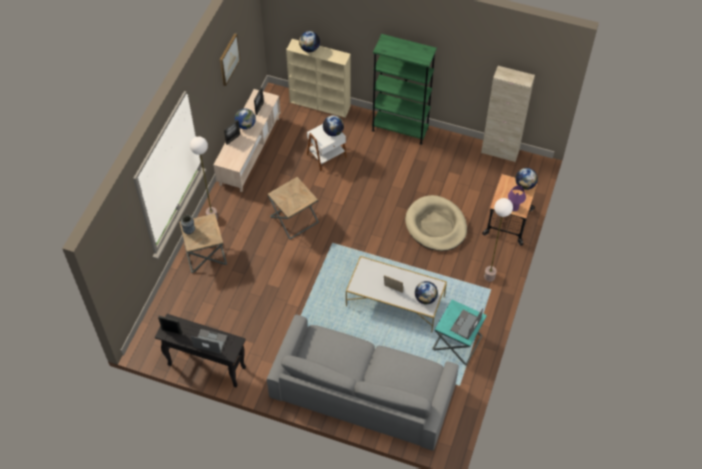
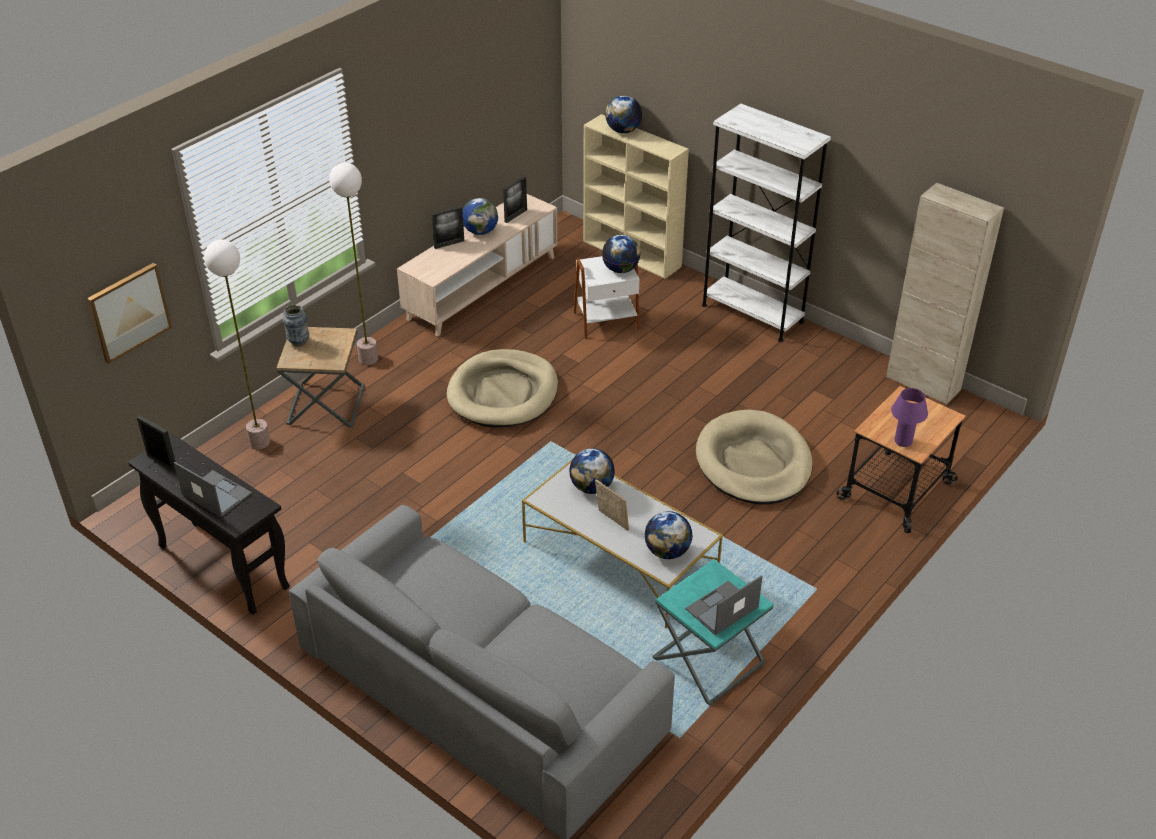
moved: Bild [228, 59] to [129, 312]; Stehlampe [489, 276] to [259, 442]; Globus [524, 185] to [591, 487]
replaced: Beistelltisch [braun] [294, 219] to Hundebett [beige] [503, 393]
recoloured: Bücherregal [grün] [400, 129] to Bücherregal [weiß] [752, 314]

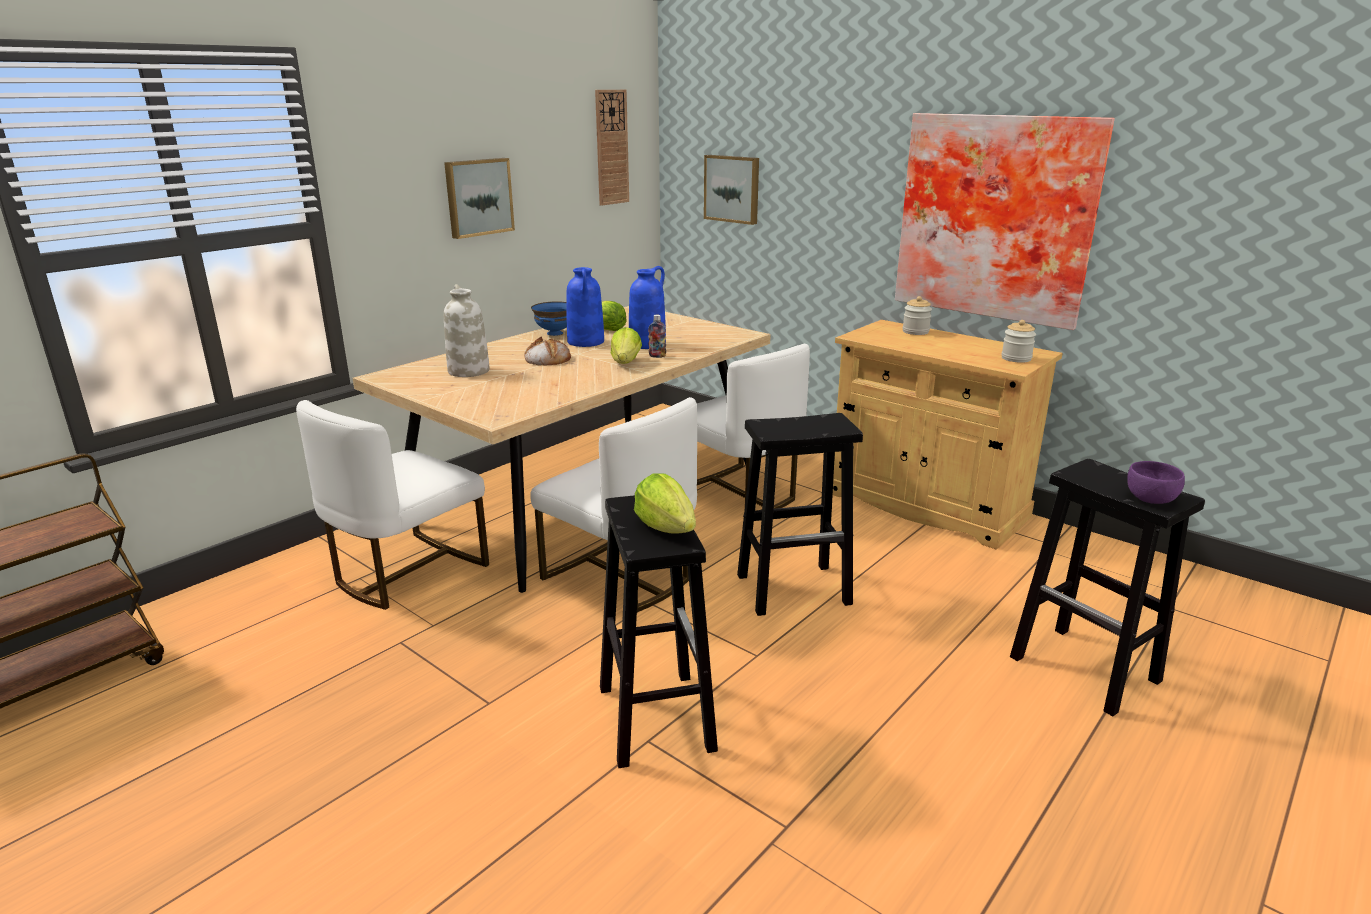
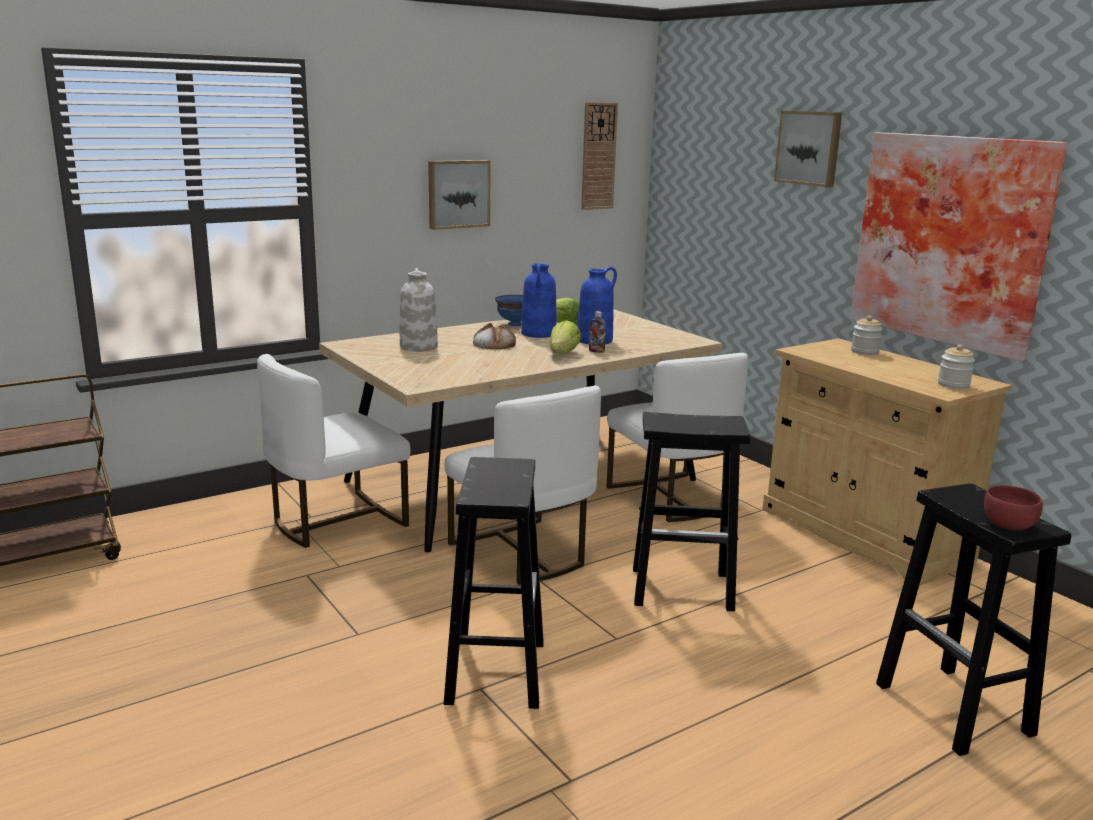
removed: Salatkopf [666, 527]
moved: Bild [732, 189] to [809, 148]
recoloured: Schüssel [lila] [1151, 498] to Schüssel [rot] [1009, 525]

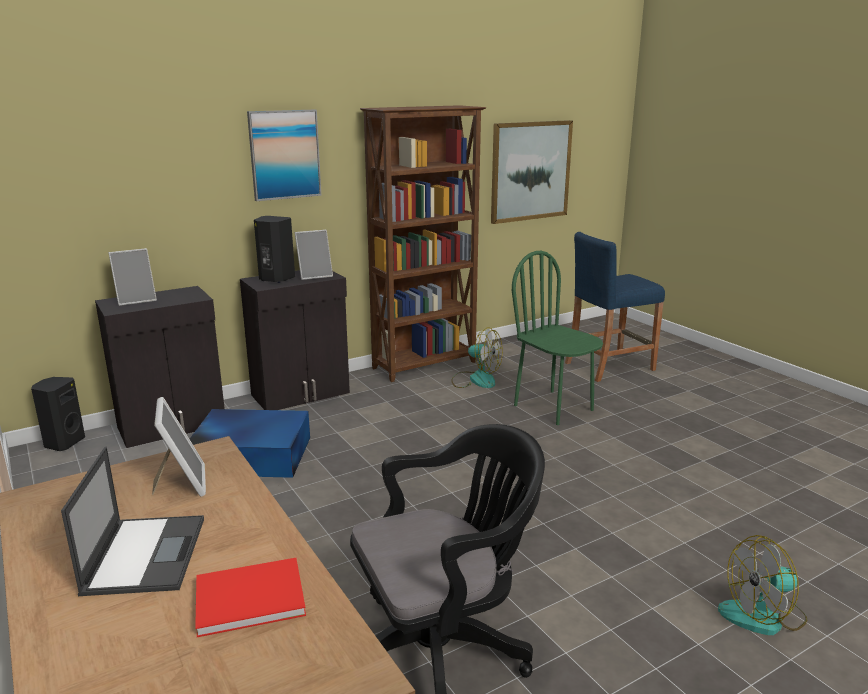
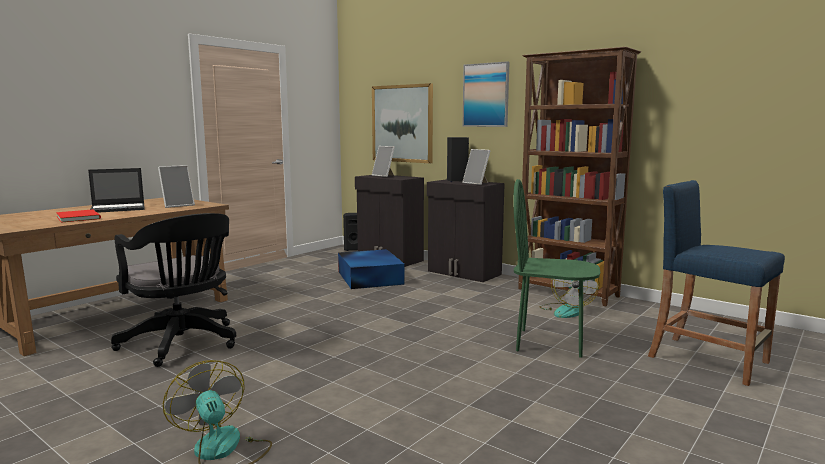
moved: Bild [530, 171] to [402, 123]
turned: Stuhl [grün] [554, 407] = [550, 343] 105 degrees counterclockwise

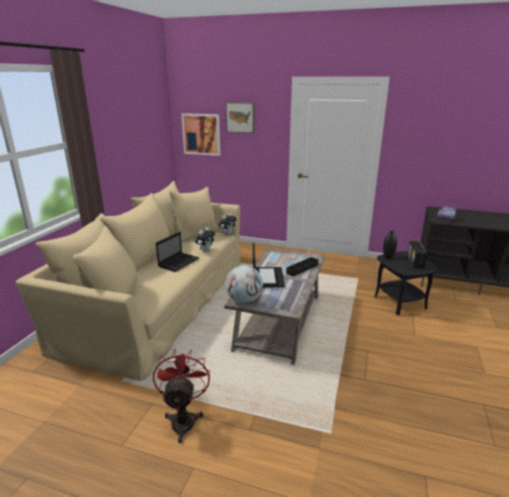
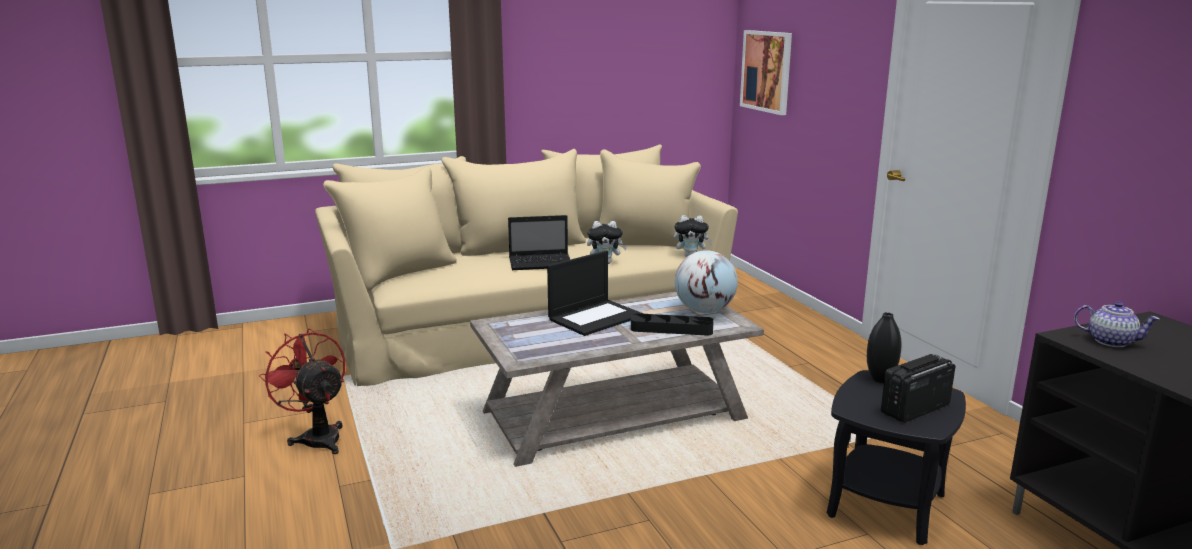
removed: Bild [240, 117]
moved: Globus [244, 300] to [704, 311]
turned: Ventilator [rot] [184, 418] = [317, 437] 90 degrees counterclockwise

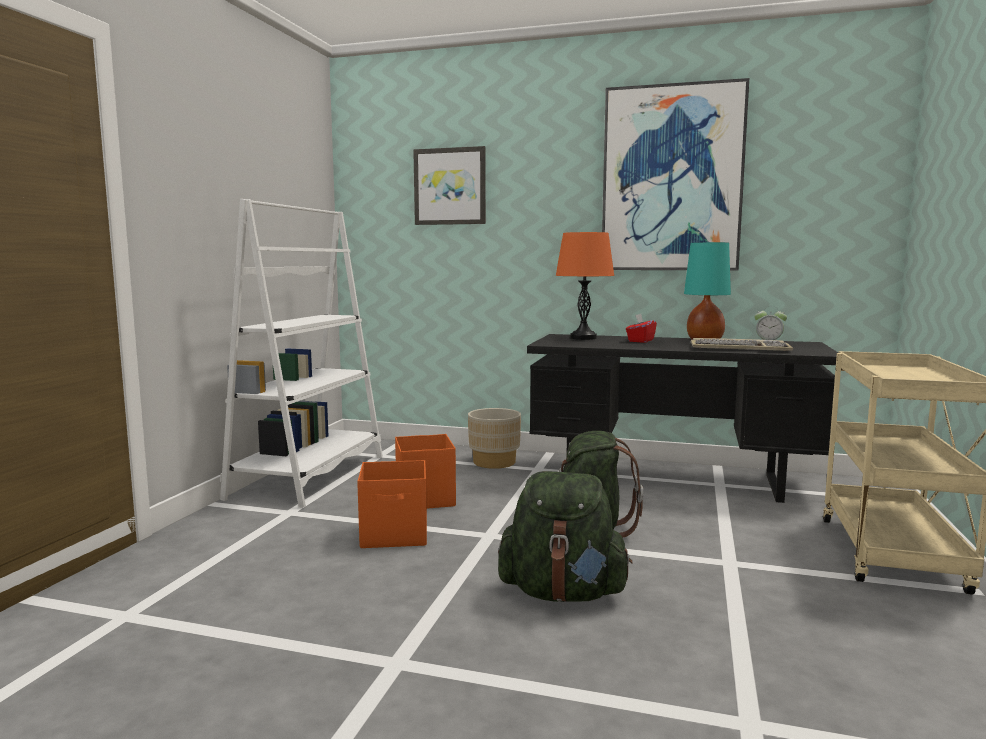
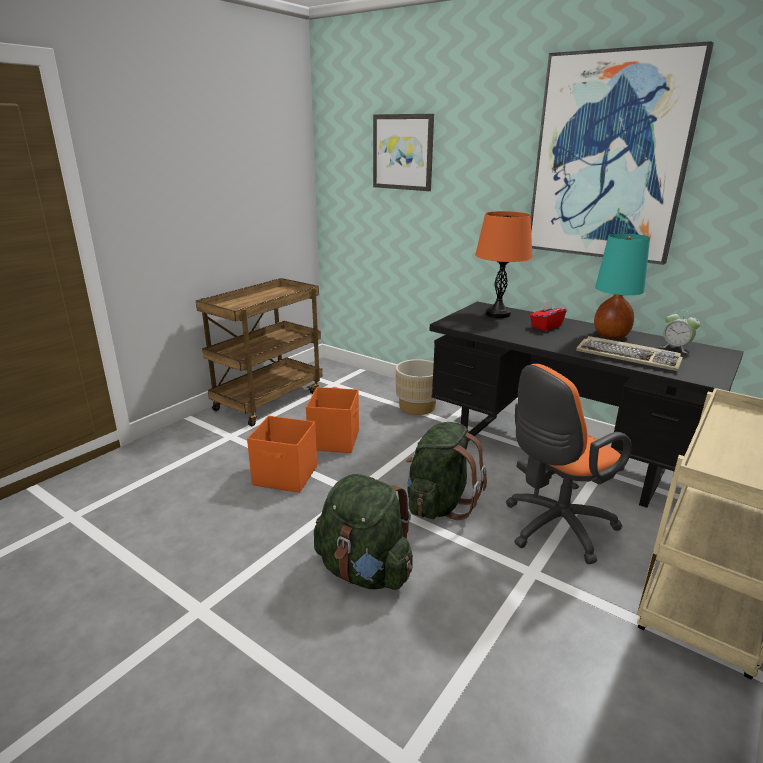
added: Bürostuhl [orange] [554, 528]
replaced: Bücherregal [weiß] [310, 477] to Rollwagen [braun] [268, 400]

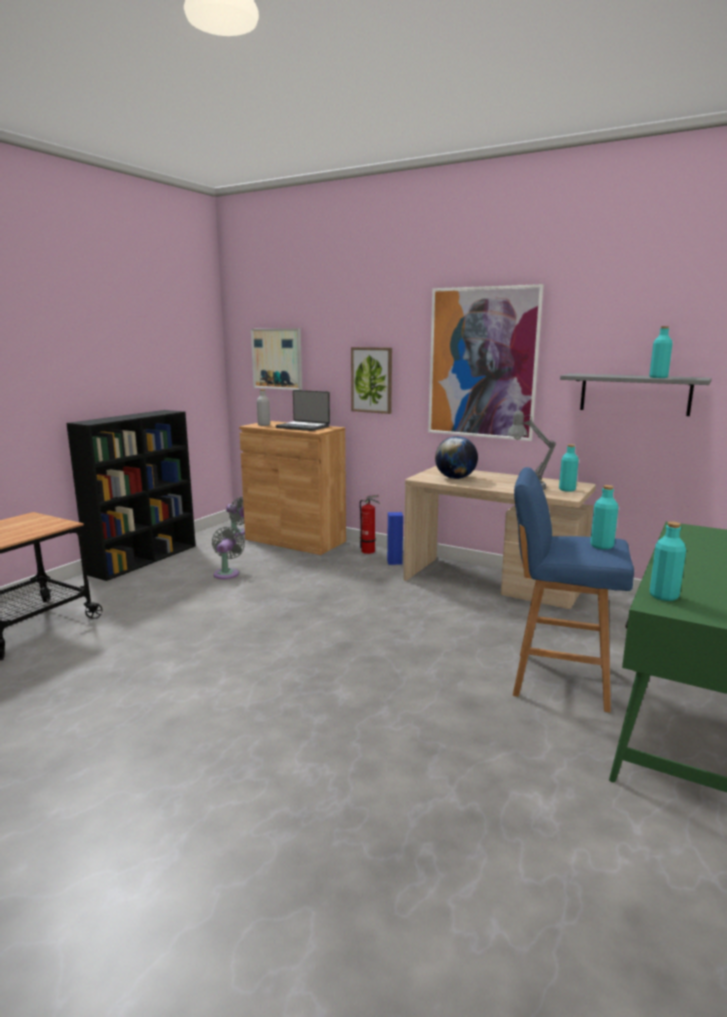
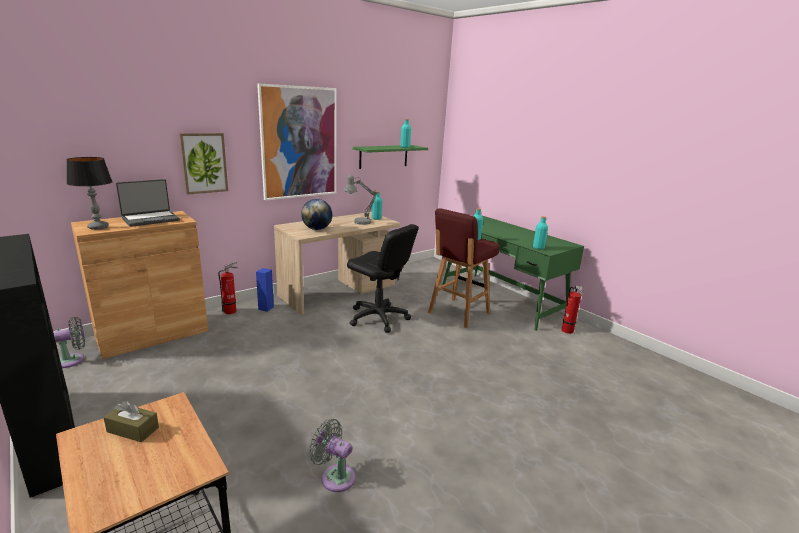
removed: Bild [277, 359]
added: Taschentuchbox [braun] [133, 430]; Bürostuhl [schwarz] [378, 318]; Feuerlöscher [568, 331]
moved: Ventilator [grau] [227, 573] to [335, 476]
replaced: Flasche [grau] [264, 425] to Tischlampe [98, 227]
recoloured: Hocker [blau] [558, 679] to Hocker [rot] [458, 313]; Wandregal [grau] [635, 394] to Wandregal [grün] [383, 156]

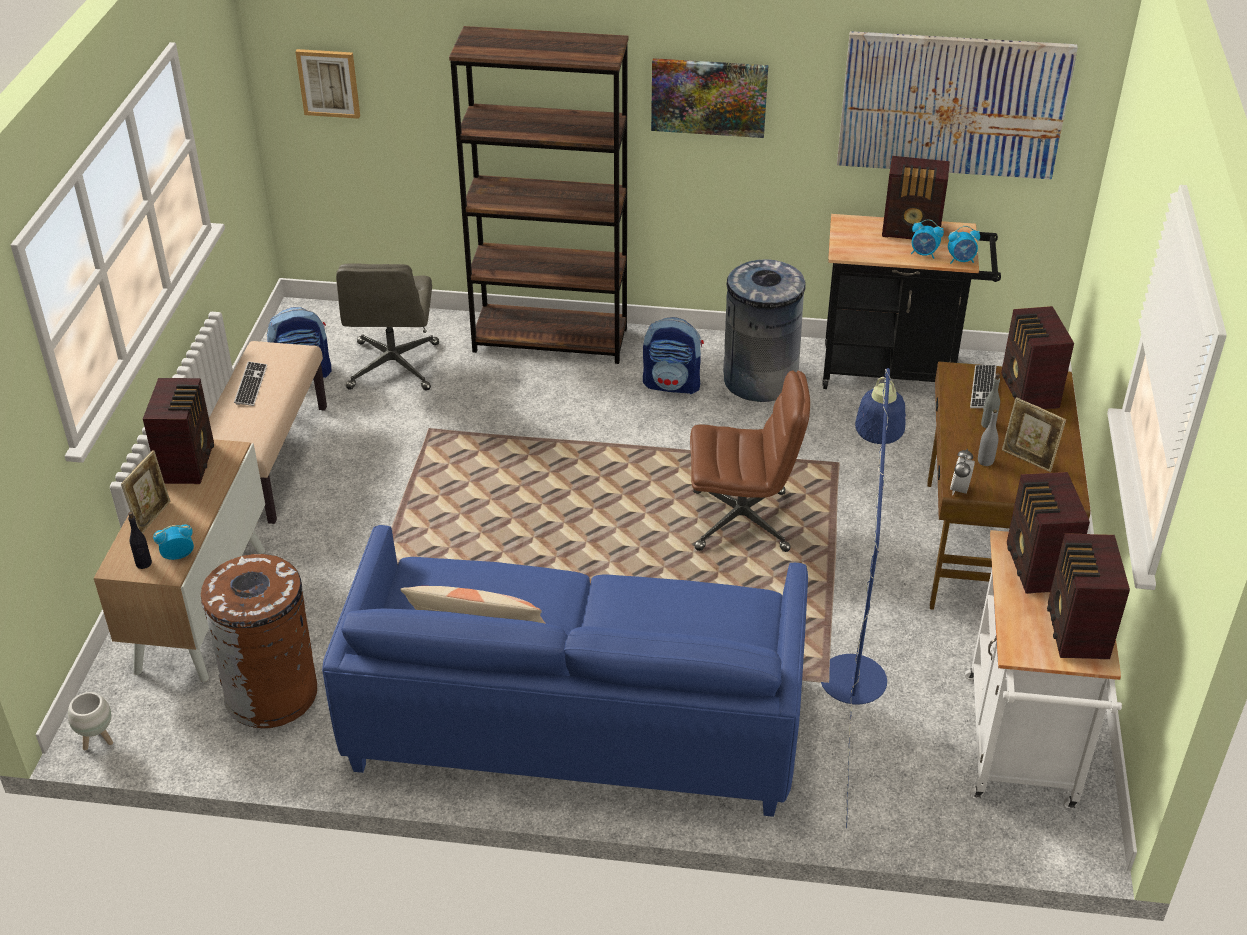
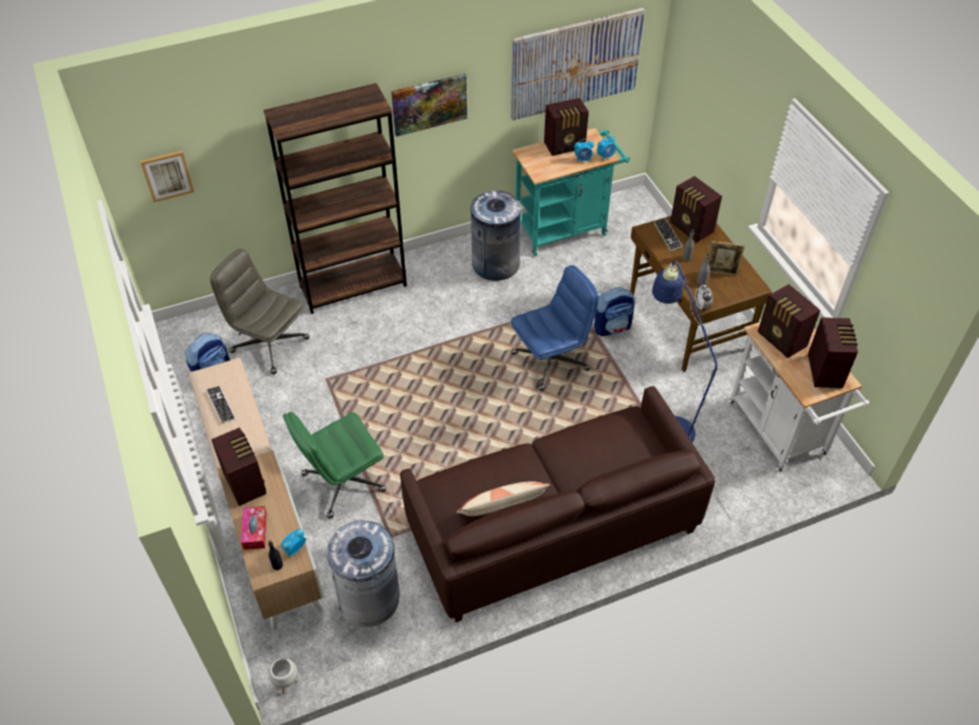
added: Bürostuhl [grün] [342, 483]
moved: Rucksack [672, 384] to [612, 327]
replaced: Bilderrahmen [152, 517] to Taschentuchbox [255, 531]
recoloured: Mülleimer [braun] [272, 693] to Mülleimer [grau] [369, 598]; Sofa [blau] [574, 718] to Sofa [braun] [551, 527]; Bürostuhl [braun] [742, 520] to Bürostuhl [blau] [551, 361]; Rollwagen [schwarz] [896, 372] to Rollwagen [türkis] [565, 228]
turned: Bürostuhl [grau] [393, 367] = [269, 345] 150 degrees clockwise; Radio [1076, 632] = [825, 370] 150 degrees counterclockwise

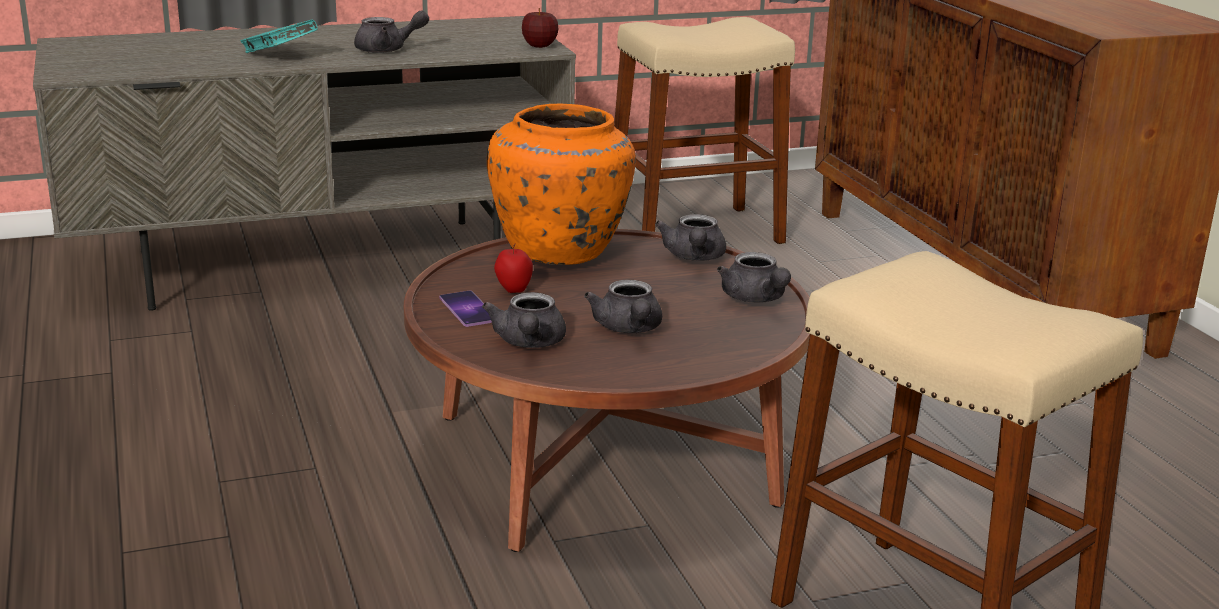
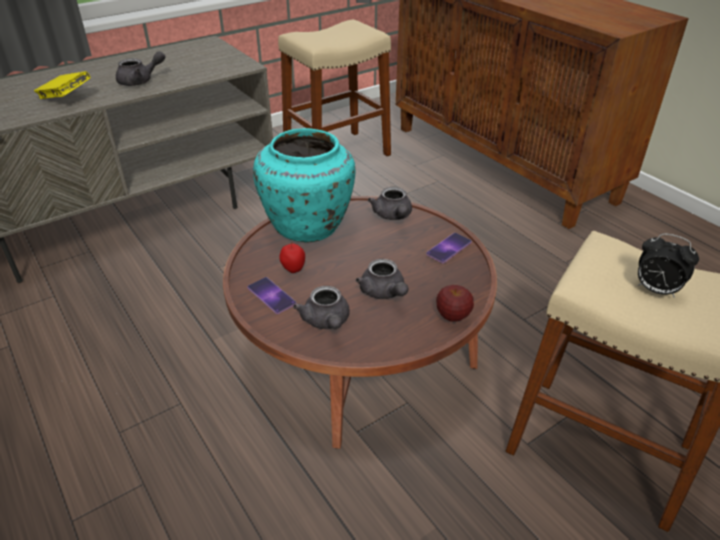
added: Wecker [655, 290]
moved: Apfel [539, 46] to [452, 316]
replaced: Teekanne [grau] [755, 299] to Handy [449, 248]
recoloured: Buch [türkis] [280, 56] to Buch [gelb] [66, 98]; Vase [orange] [561, 252] to Vase [türkis] [309, 226]

